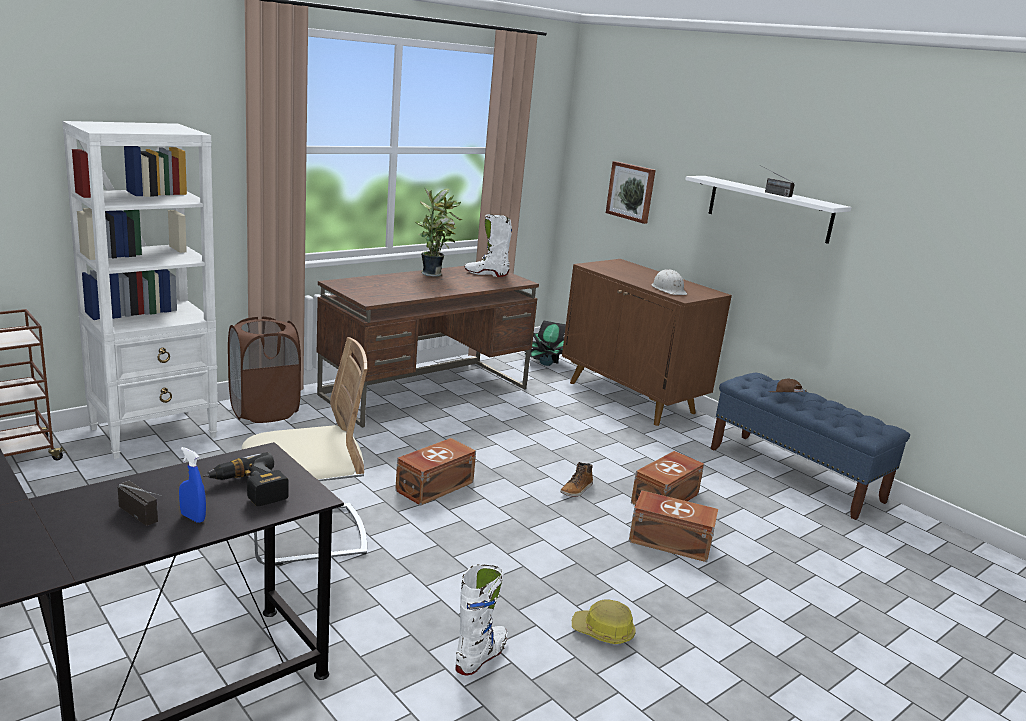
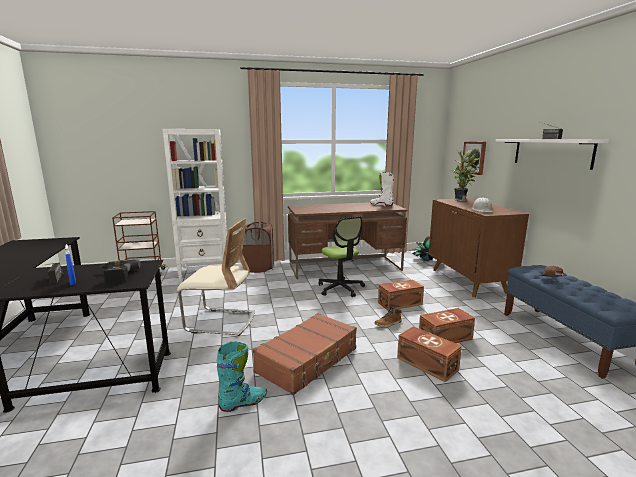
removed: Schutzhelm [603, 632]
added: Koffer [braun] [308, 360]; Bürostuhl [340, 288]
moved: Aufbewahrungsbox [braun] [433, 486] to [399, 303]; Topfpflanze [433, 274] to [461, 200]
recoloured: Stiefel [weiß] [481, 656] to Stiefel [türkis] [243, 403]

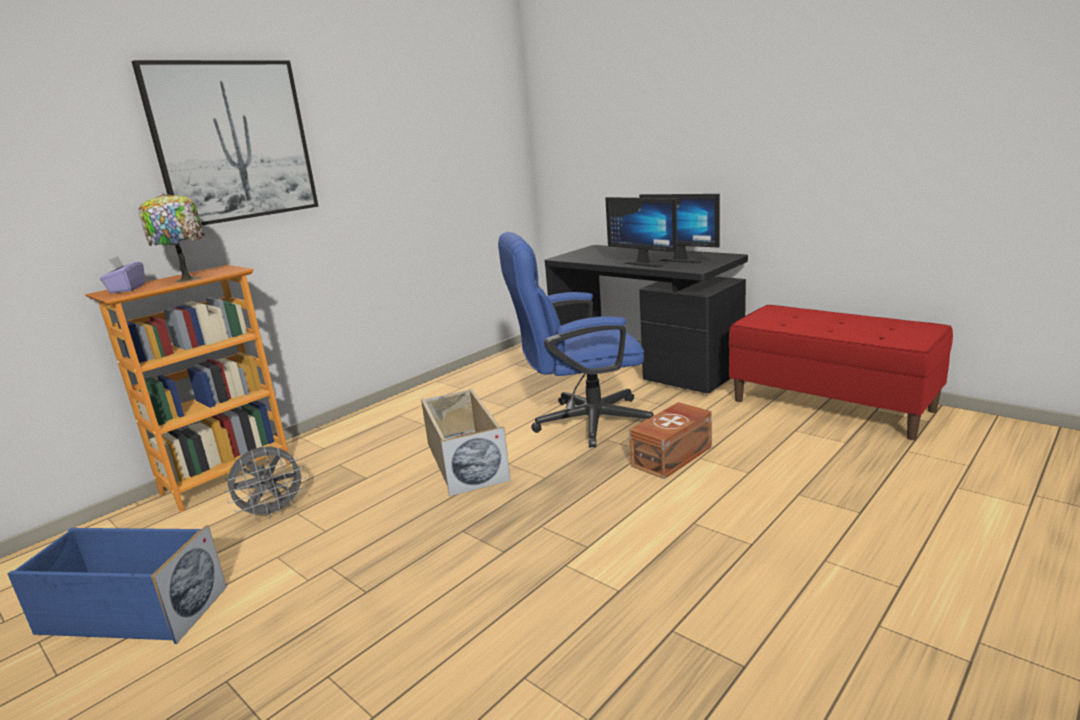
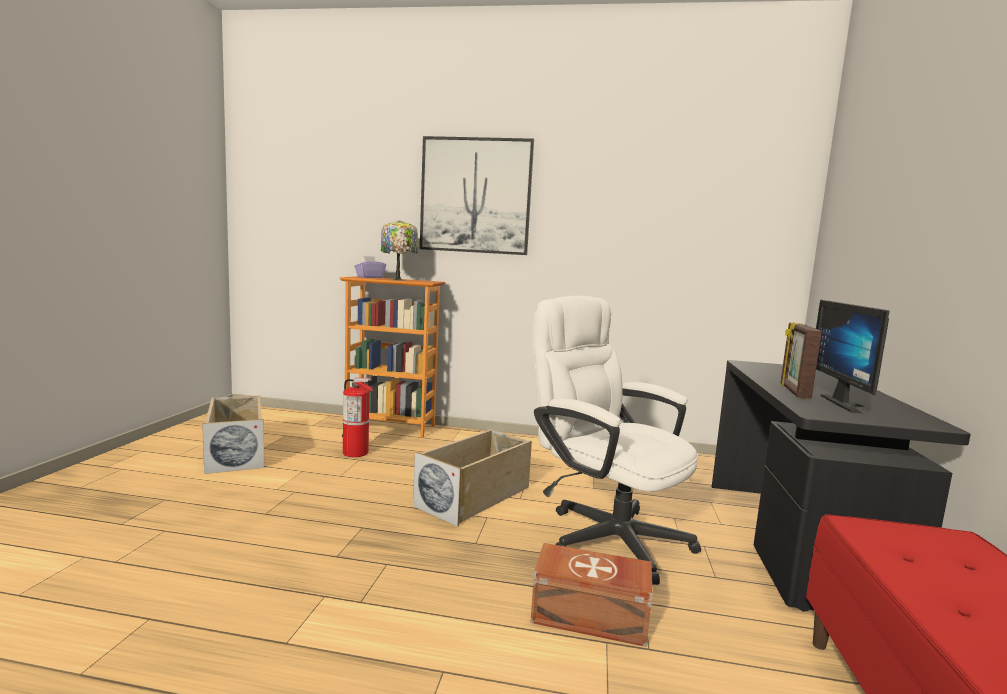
replaced: Ventilator [grau] [273, 512] to Feuerlöscher [356, 453]; Monitor [646, 263] to Bilderrahmen [793, 391]
recoloured: Aufbewahrungsbox [blau] [131, 611] to Aufbewahrungsbox [beige] [235, 452]; Bürostuhl [blau] [581, 423] to Bürostuhl [weiß] [605, 534]

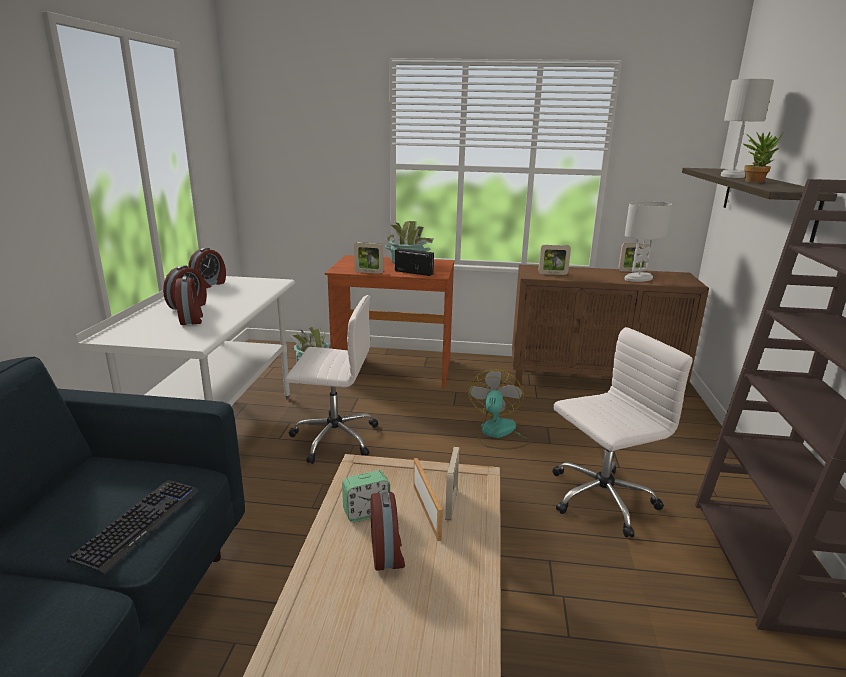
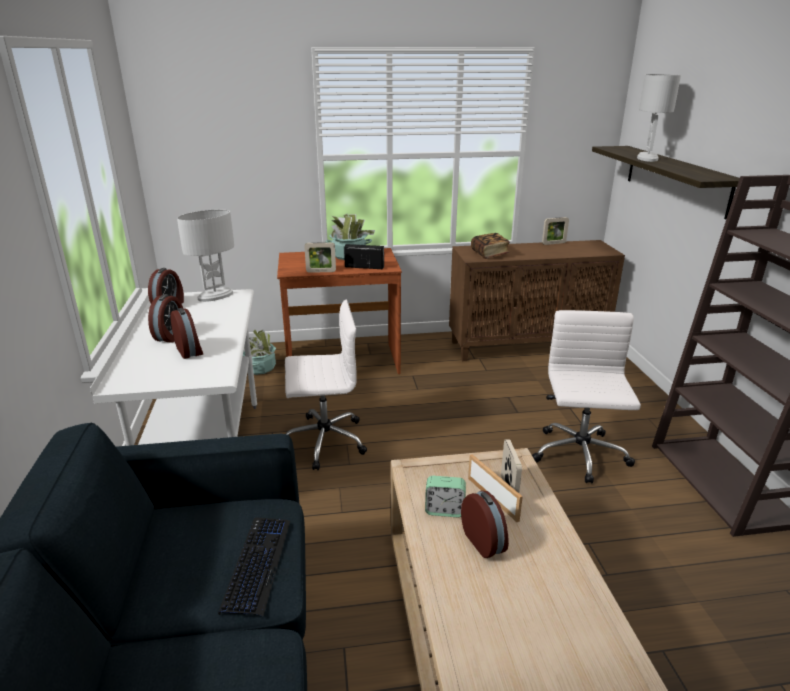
removed: Ventilator [497, 433]; Topfpflanze [755, 181]
moved: Tischlampe [weiß] [638, 279] to [215, 296]
replaced: Bilderrahmen [553, 274] to Buch [489, 254]
turned: Wecker [366, 512] = [444, 510] 45 degrees clockwise; Bürostuhl [weiß] [599, 499] = [579, 455] 45 degrees counterclockwise

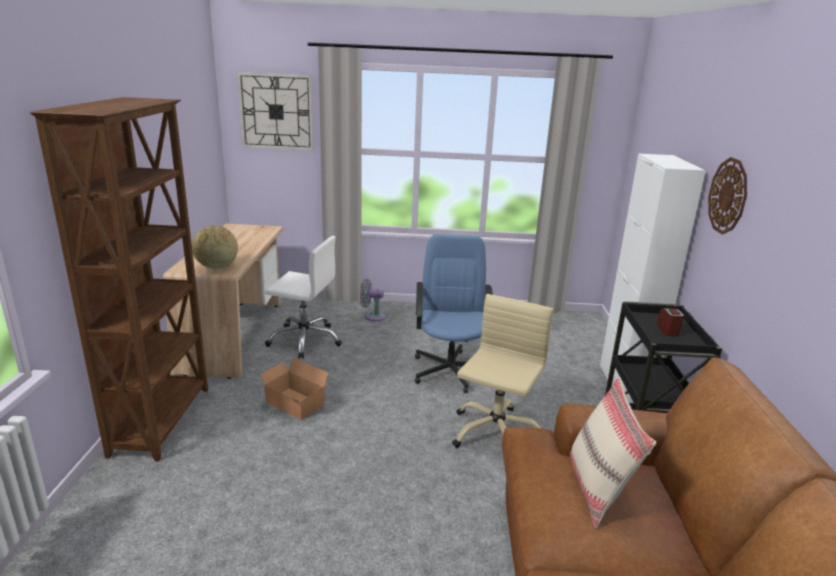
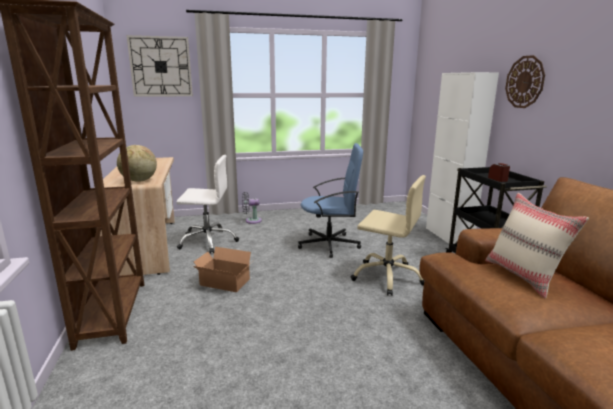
turned: Bürostuhl [blau] [450, 370] = [330, 244] 105 degrees clockwise; Bürostuhl [beige] [495, 433] = [387, 276] 105 degrees clockwise

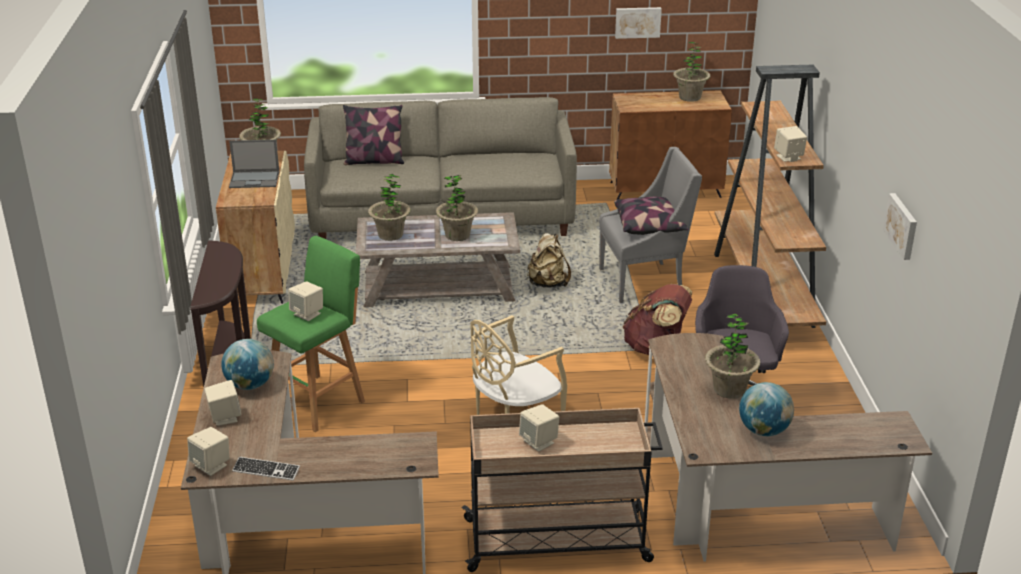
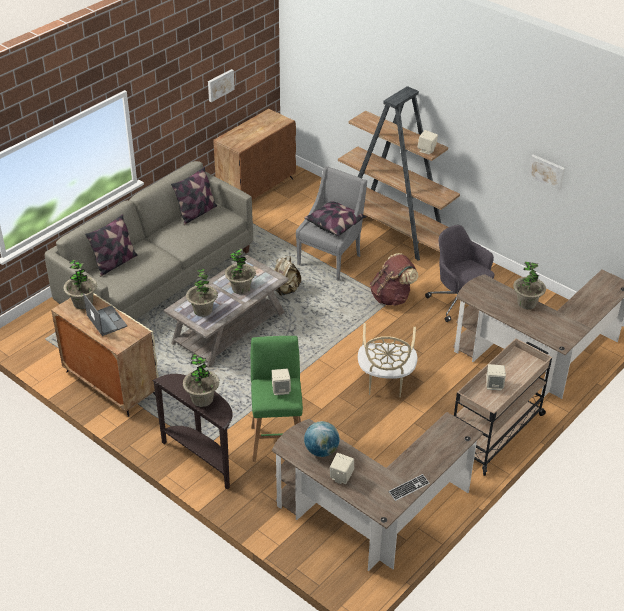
removed: Lautsprecher [beige] [211, 465]; Globus [764, 431]
added: Kissen [196, 213]
moved: Topfpflanze [690, 97] to [202, 399]
turned: Laptop [255, 179] = [106, 320] 75 degrees counterclockwise

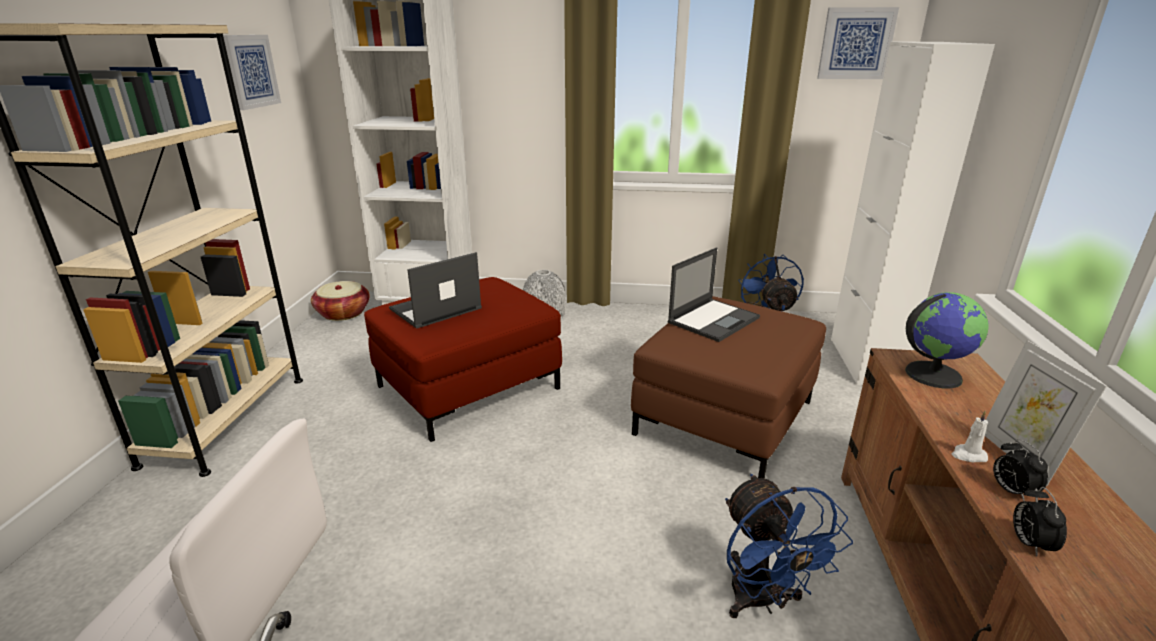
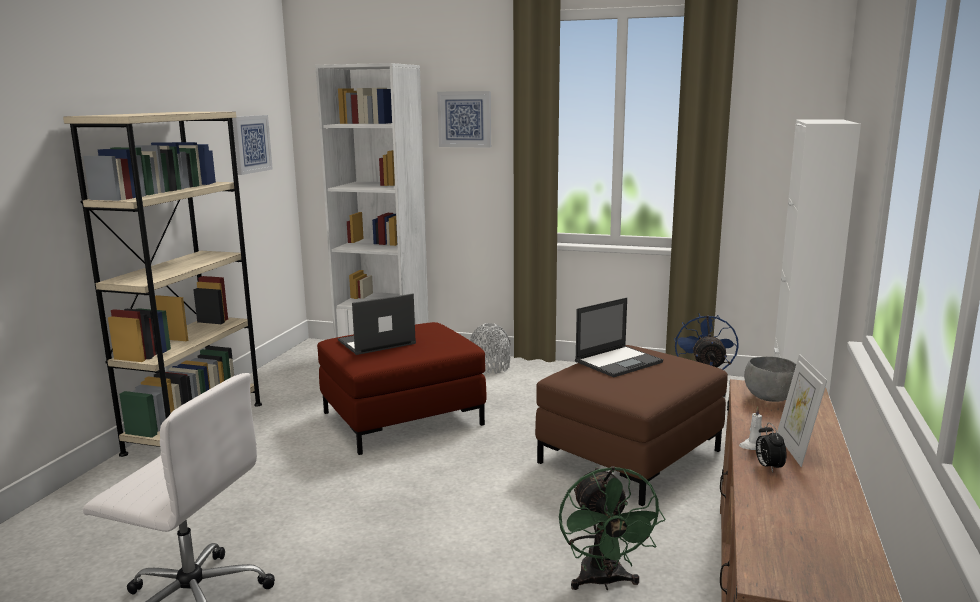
removed: Korb [343, 313]; Wecker [1029, 543]
moved: Bild [856, 43] to [464, 119]
replaced: Globus [932, 374] to Schüssel [grau] [770, 398]
recoloured: Ventilator [blau] [762, 601] to Ventilator [grün] [603, 582]

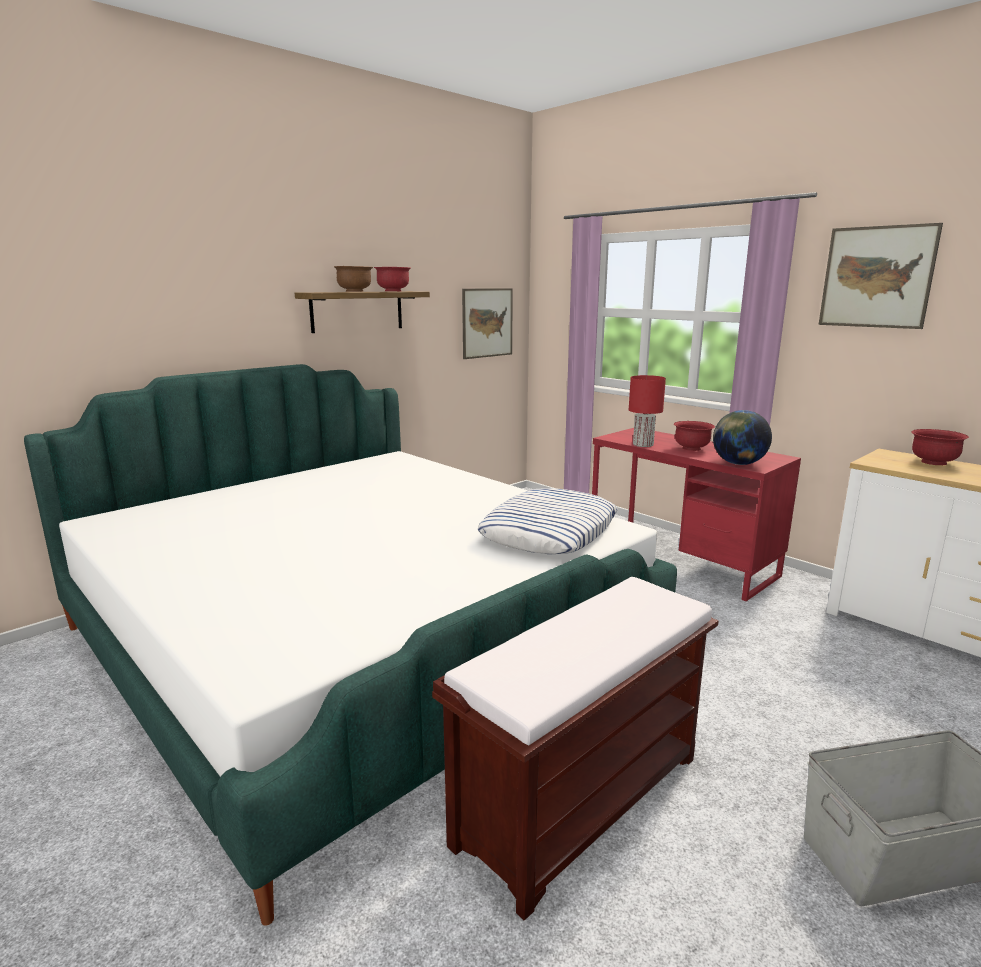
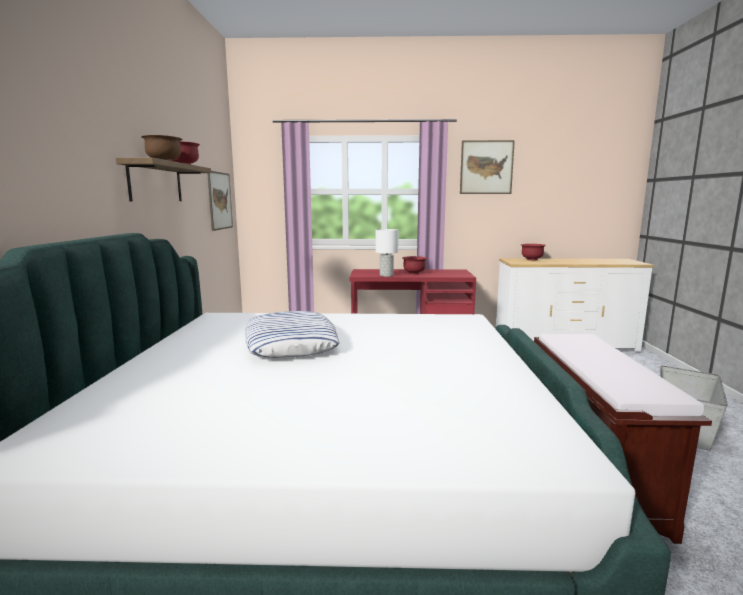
removed: Globus [738, 463]
moved: Kissen [549, 531] to [290, 342]
recoloured: Tischlampe [rot] [643, 444] to Tischlampe [weiß] [387, 275]

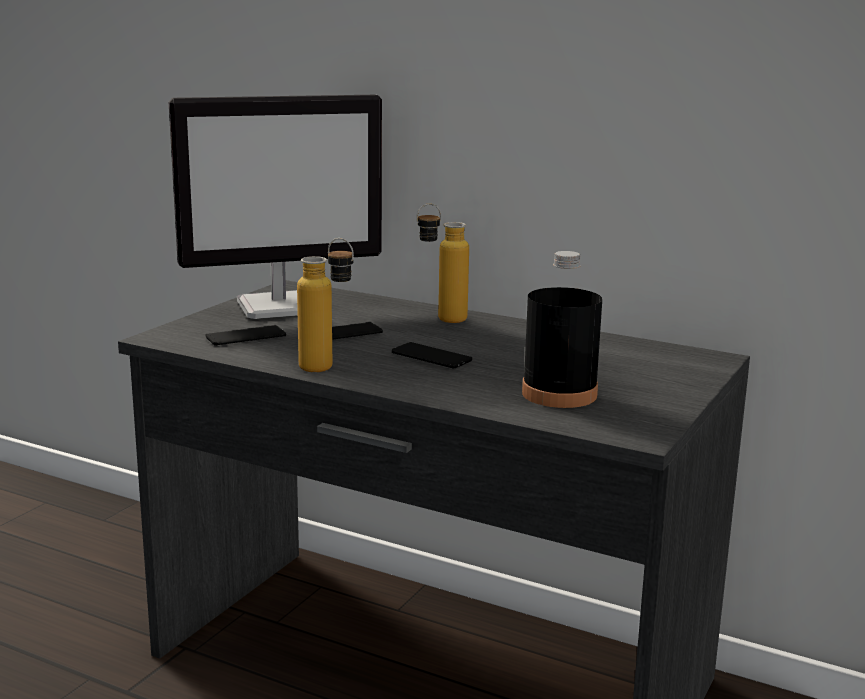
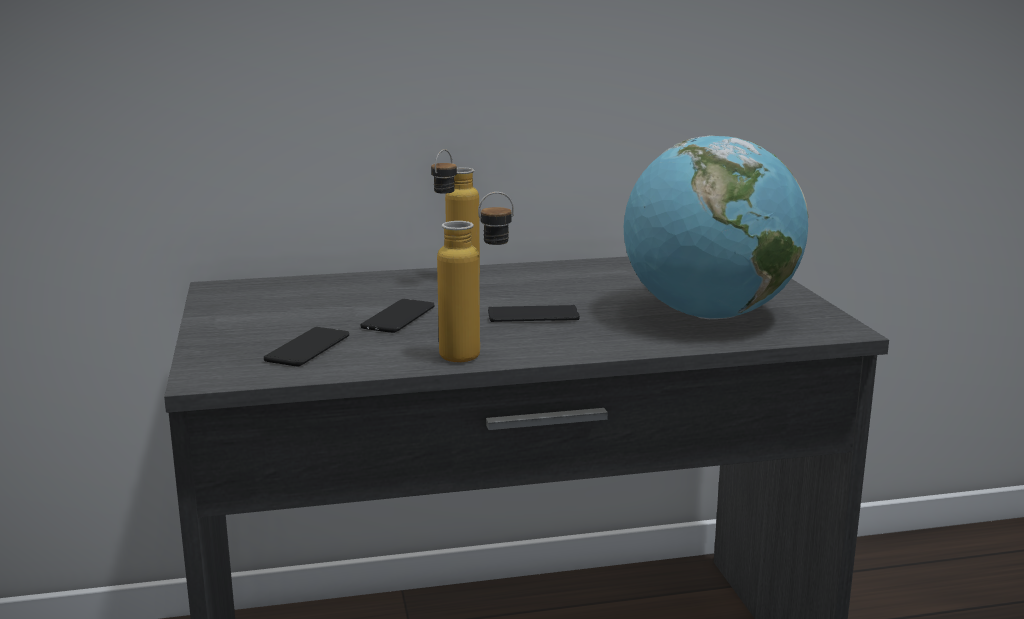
removed: Monitor [280, 307]
replaced: Flasche [schwarz] [559, 394] to Globus [708, 316]

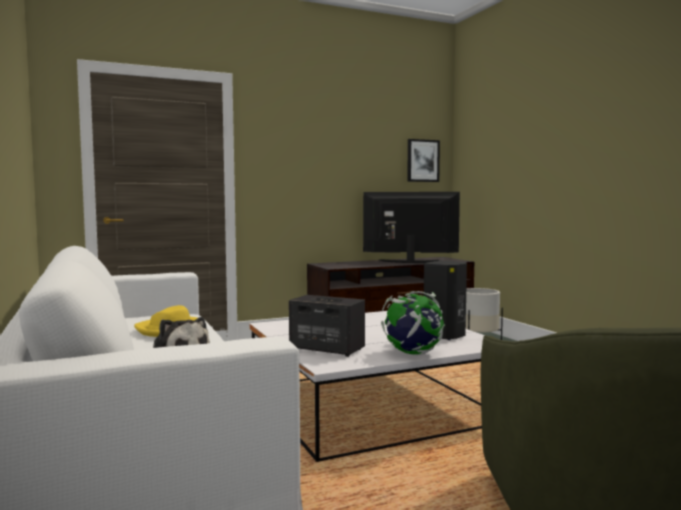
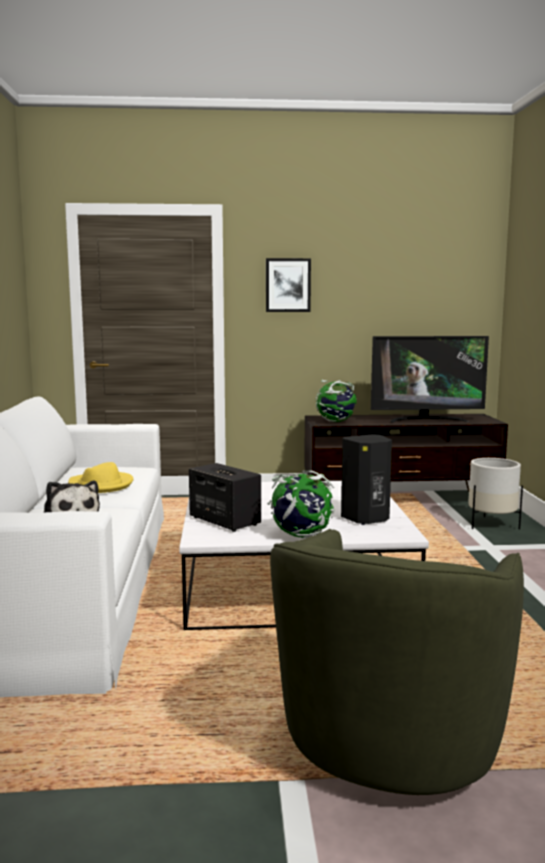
added: Globus [336, 421]
moved: Bild [422, 160] to [288, 285]
turned: Fernseher [410, 261] = [426, 420] 150 degrees clockwise

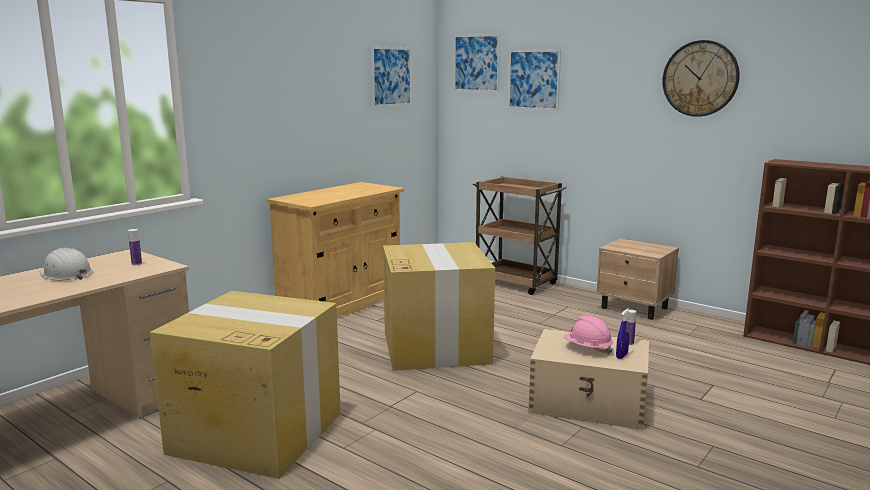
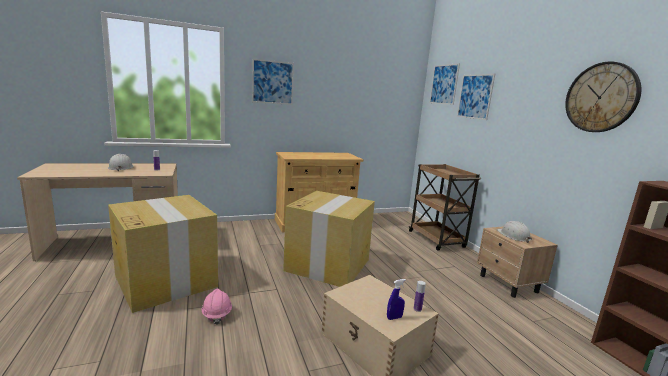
added: Schutzhelm [weiß] [513, 235]
moved: Bild [391, 76] to [272, 82]; Schutzhelm [rosa] [587, 349] to [217, 314]

